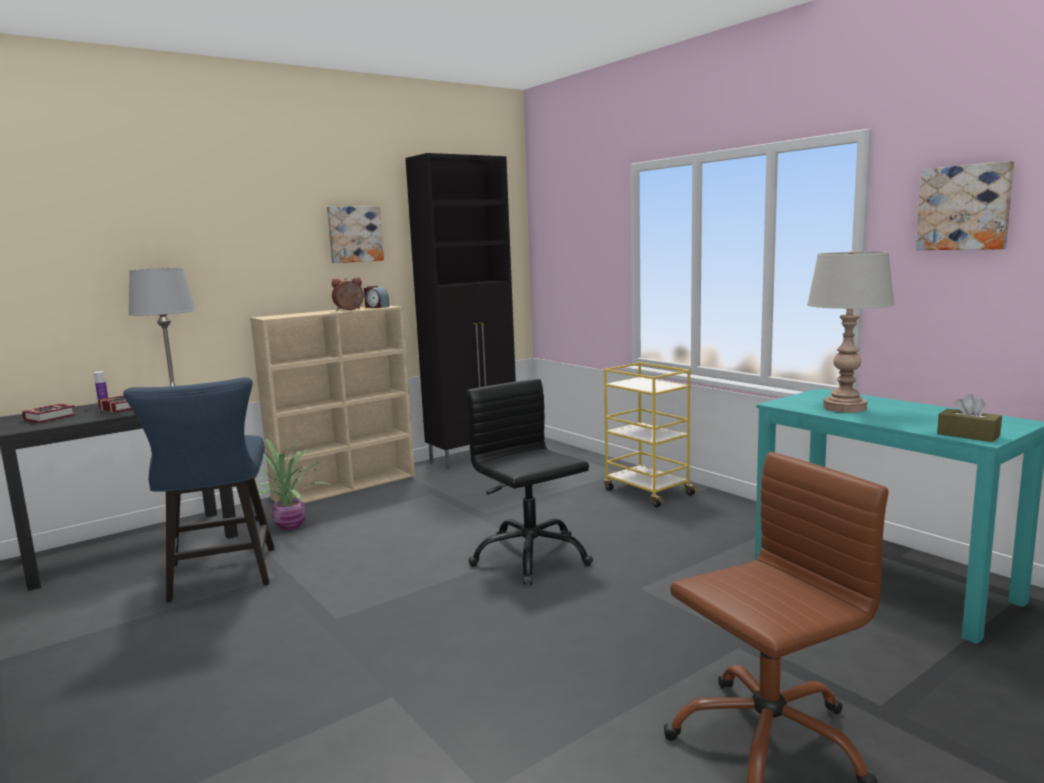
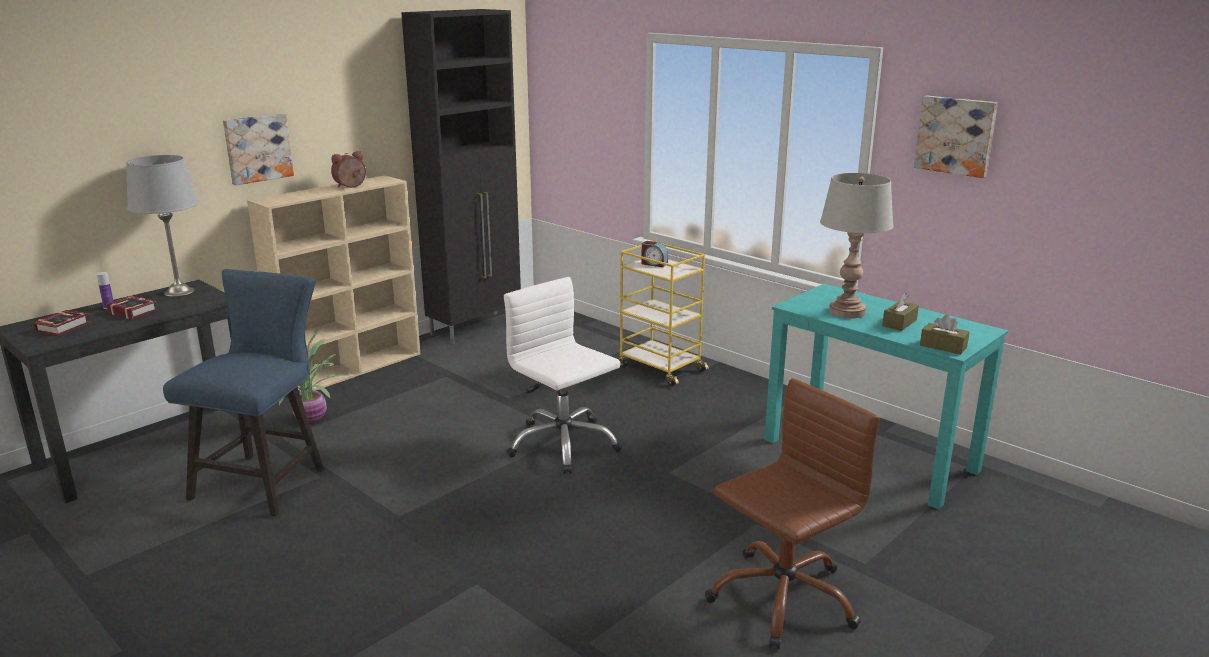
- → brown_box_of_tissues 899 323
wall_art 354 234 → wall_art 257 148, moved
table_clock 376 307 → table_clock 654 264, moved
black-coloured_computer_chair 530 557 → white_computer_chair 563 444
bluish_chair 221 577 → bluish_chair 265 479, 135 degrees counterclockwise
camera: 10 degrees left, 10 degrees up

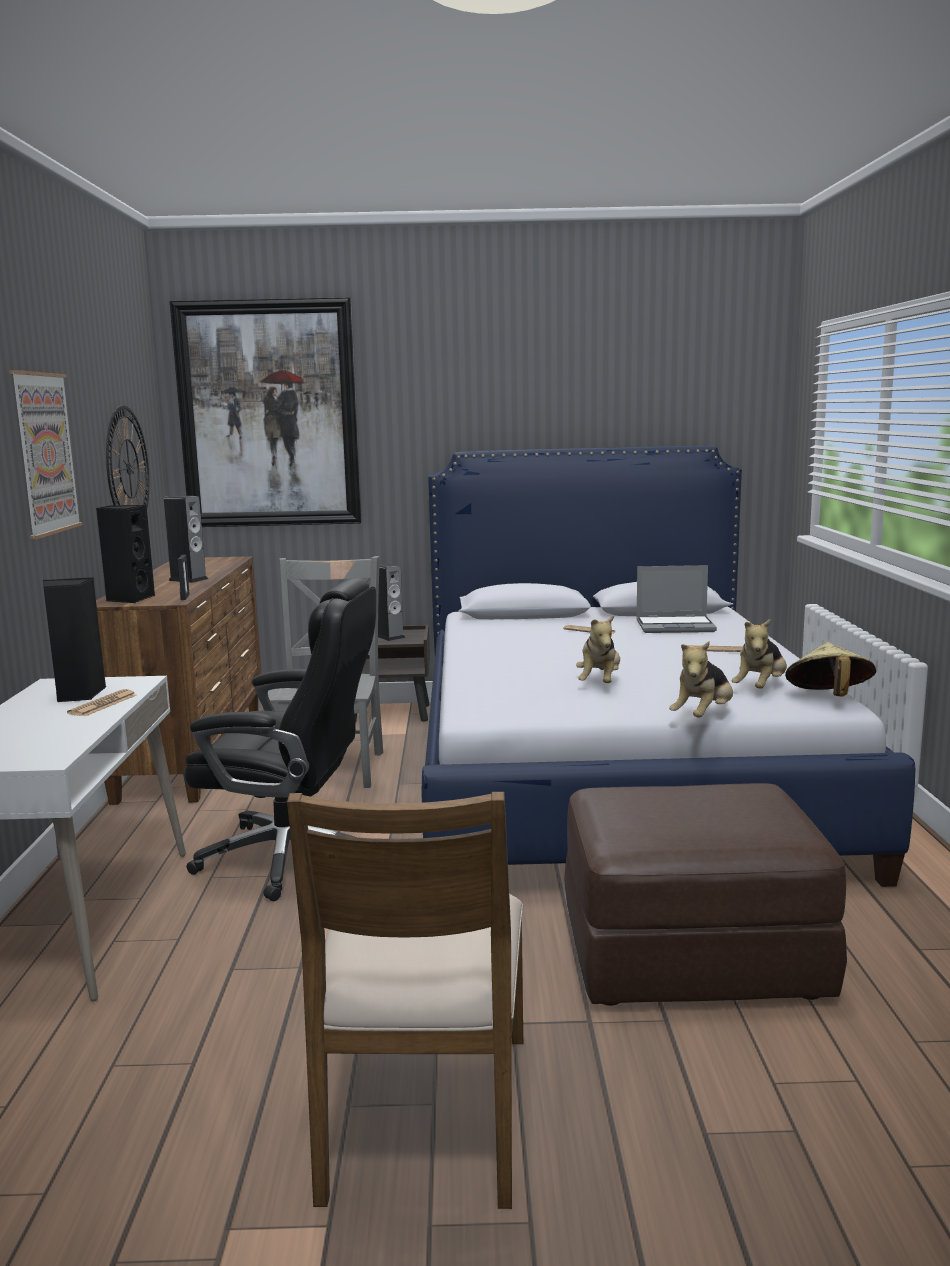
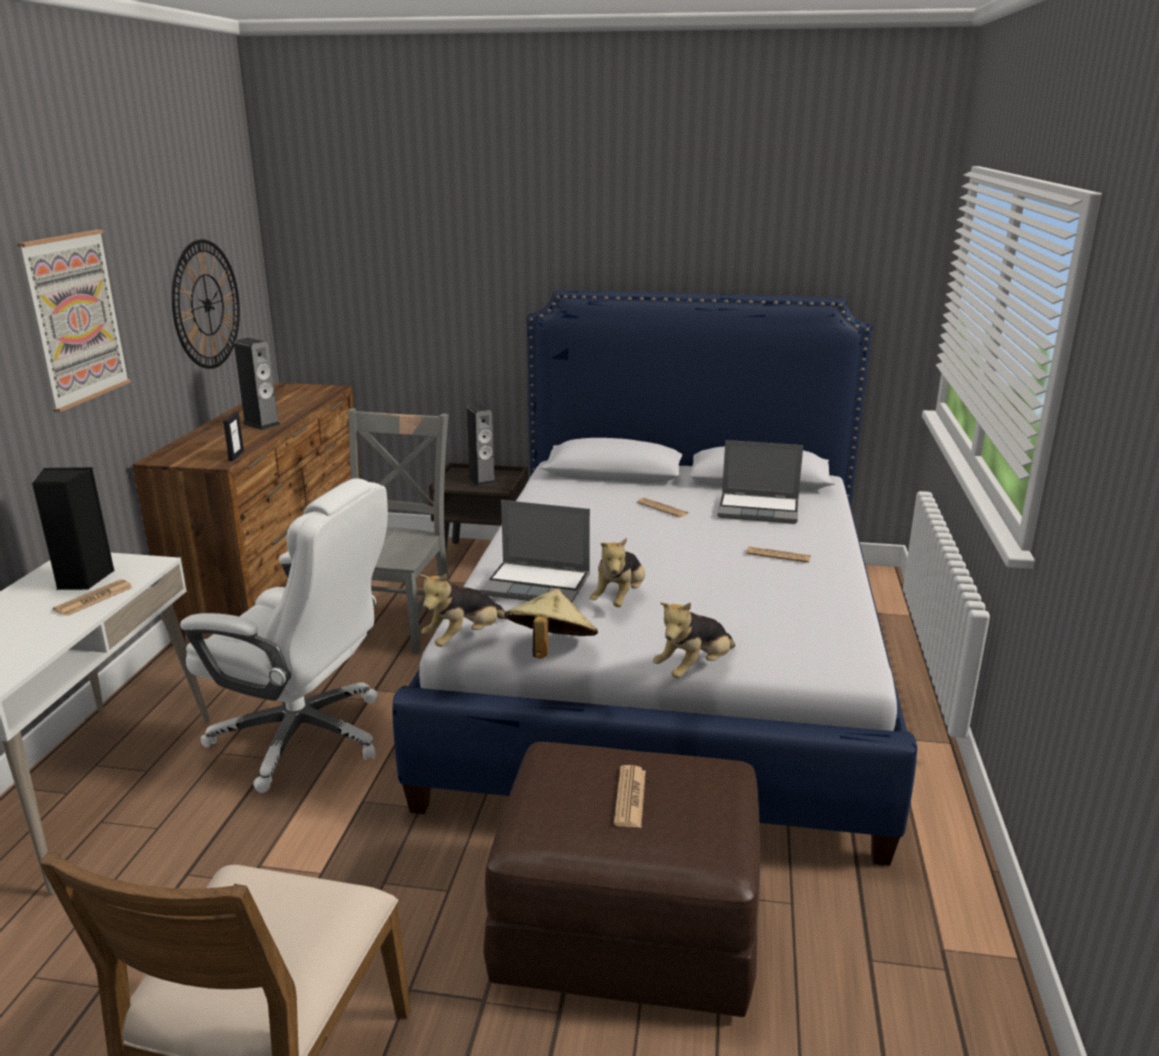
black-coloured_speaker 129 599 → -
wall_art 269 415 → -
- → portable_computer 538 585
- → printed_paper 630 797
plush_toy 760 688 → plush_toy 464 638, moved
beige-coloured_wearable_hat 828 698 → beige-coloured_wearable_hat 550 650, moved
black-coloured_computer_chair 292 857 → white_computer_chair 304 737
camera: 10 degrees right, 10 degrees up

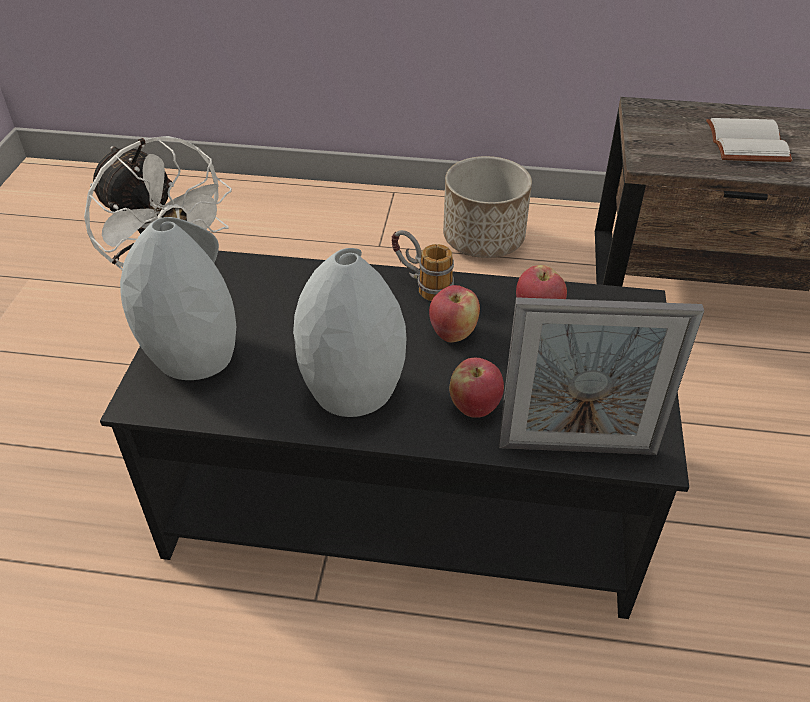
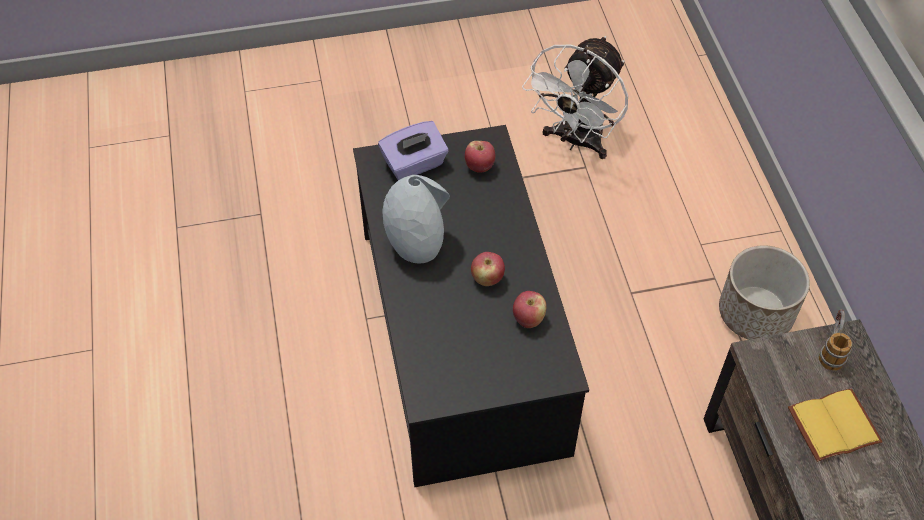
picture_frame 577 448 → -
mug 421 285 → mug 831 350, moved
whole_apple 474 407 → whole_apple 480 167, moved
greyish_decorative_vase 193 354 → purple_box_of_tissues 414 164
white_volume 743 142 → yellow-coloured_volume 833 423
camera: 70 degrees right, 10 degrees up

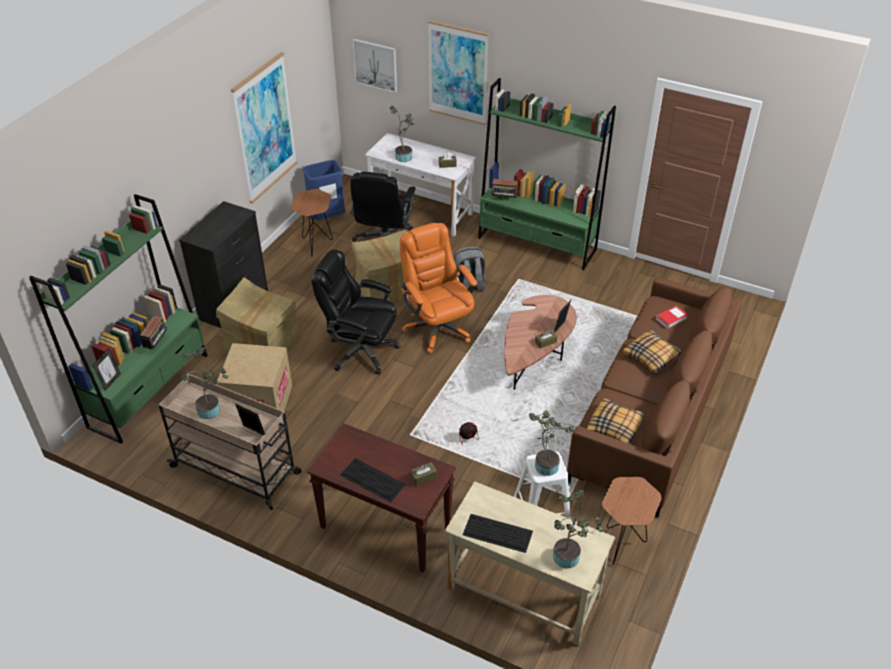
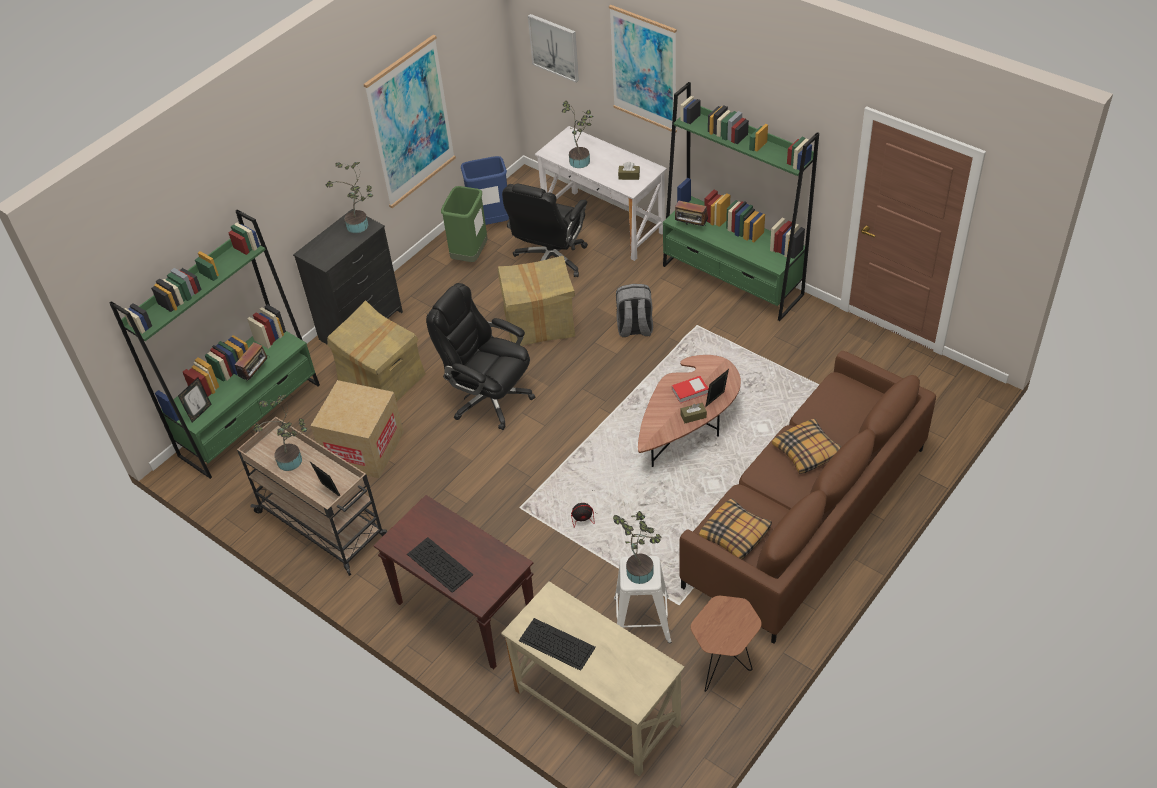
orange-coloured_computer_chair 437 327 → -
brown_box_of_tissues 423 477 → -
plant_in_a_pot 569 557 → plant_in_a_pot 360 226, moved
volume 671 319 → volume 690 391, moved
brown_accent_table 316 243 → greenish_waste_bin 470 255
camera: 15 degrees right, 5 degrees up

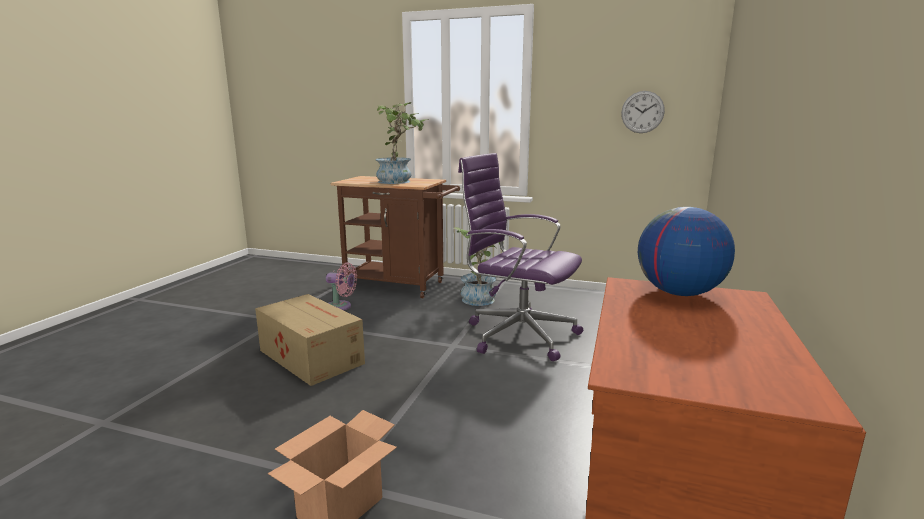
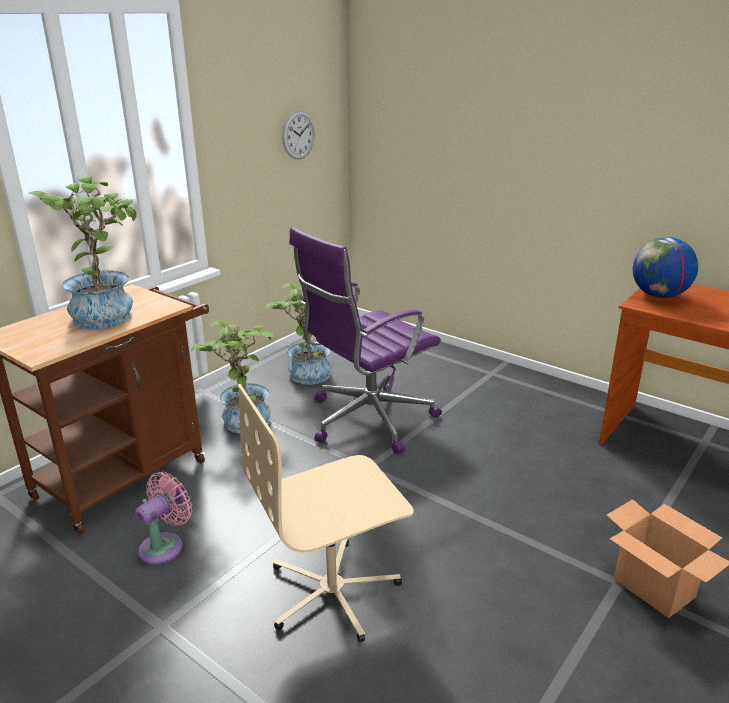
- → plant_in_a_pot 306 372
packing_box 311 356 → beige-coloured_computer_chair 333 592
camera: 70 degrees left, 10 degrees up

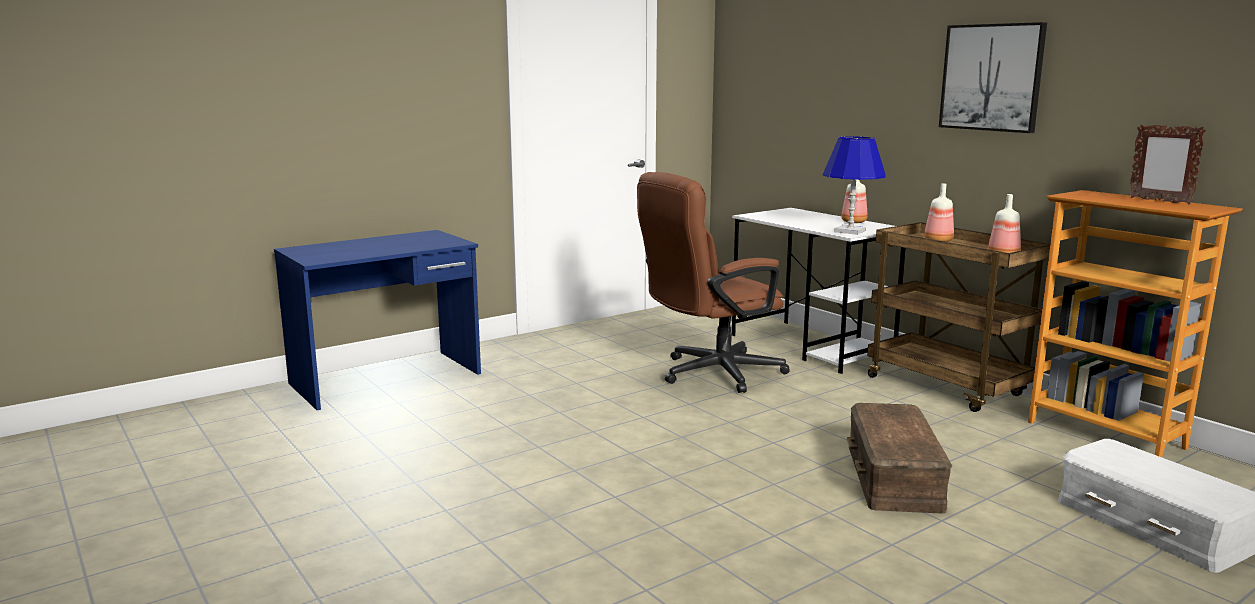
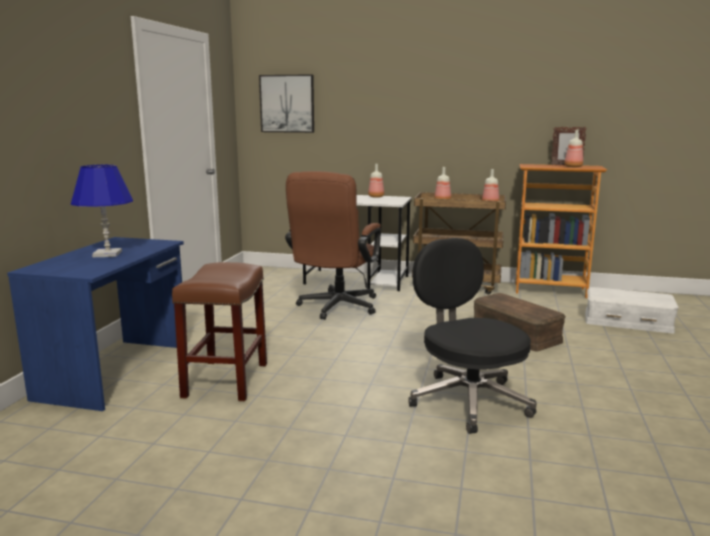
- → brown_stool_seat 226 380
- → black-coloured_computer_chair 468 400
- → drink_bottle 572 167
bluish_lamp_for_a_table 850 231 → bluish_lamp_for_a_table 108 254, moved
wall_art 992 77 → wall_art 287 103, moved
camera: 40 degrees left, 0 degrees up

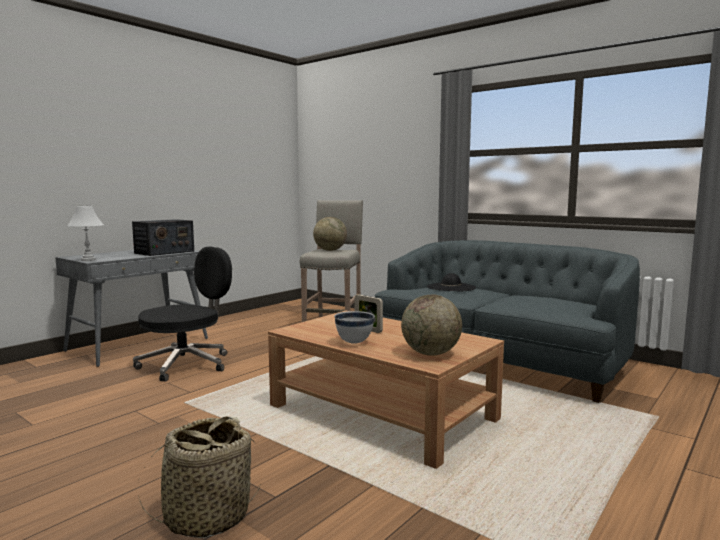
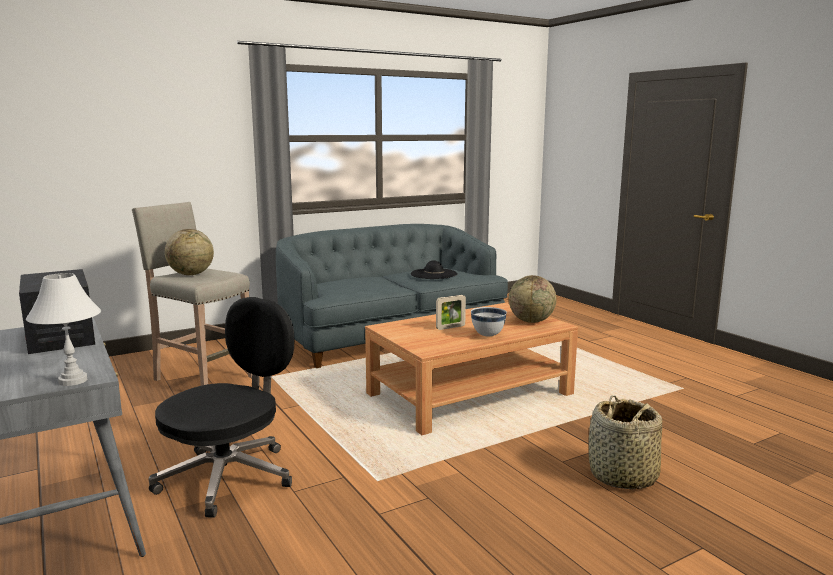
black-coloured_wearable_hat 451 287 → black-coloured_wearable_hat 434 274, moved
black-coloured_computer_chair 187 364 → black-coloured_computer_chair 229 476, 60 degrees clockwise
camera: 70 degrees left, 5 degrees up

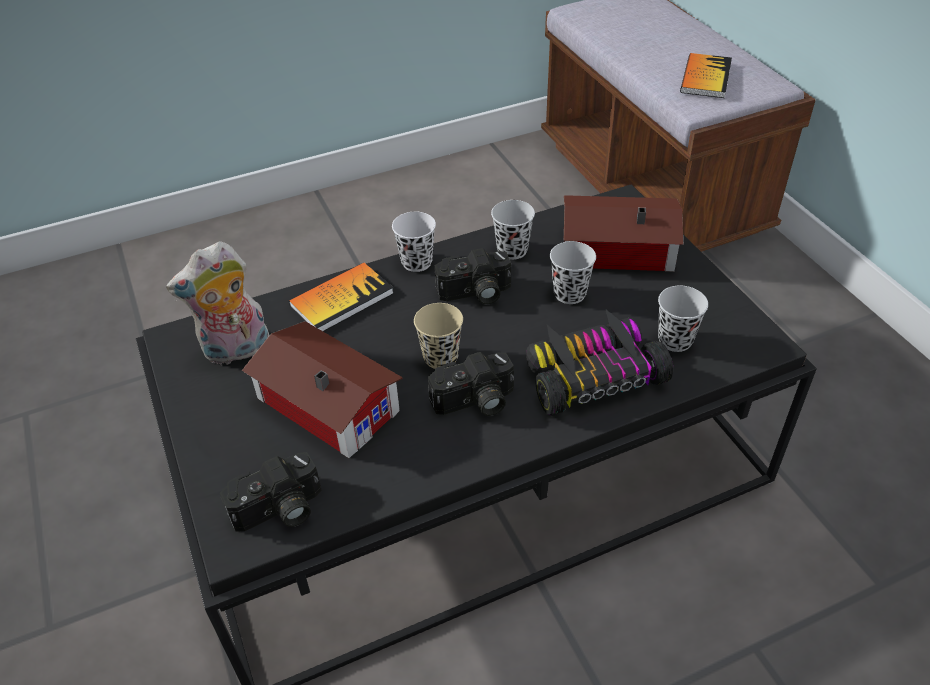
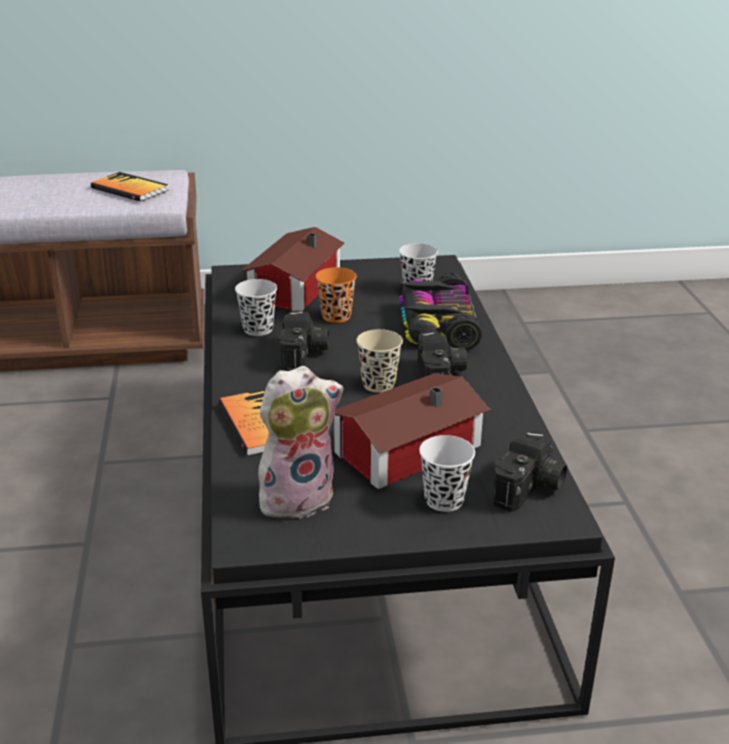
white_drinking_cup 417 262 → white_drinking_cup 444 500, moved
black-coloured_drinking_cup 569 294 → orange-coloured_drinking_cup 336 316
plush_toy 236 351 → plush_toy 297 497, 105 degrees counterclockwise
still_camera 279 511 → still_camera 530 489, 45 degrees clockwise
camera: 75 degrees left, 15 degrees down

